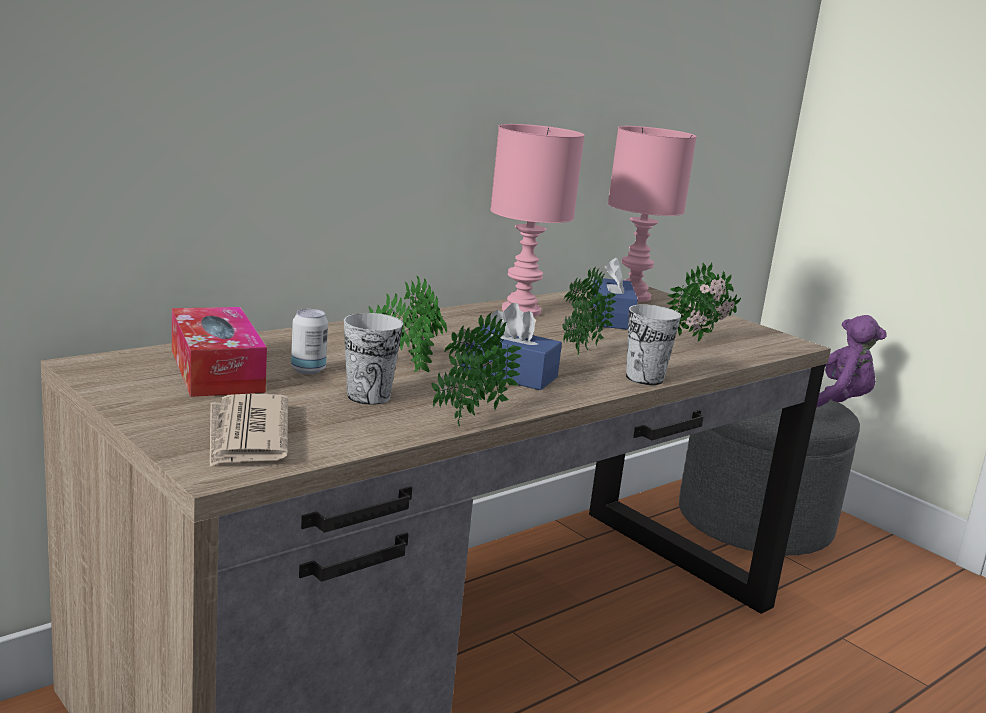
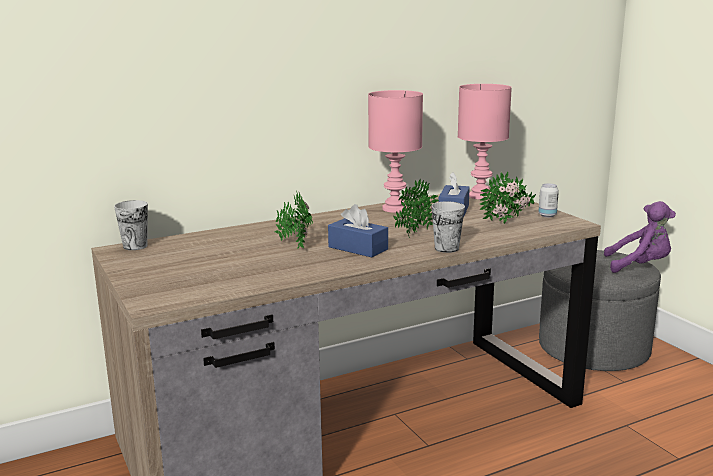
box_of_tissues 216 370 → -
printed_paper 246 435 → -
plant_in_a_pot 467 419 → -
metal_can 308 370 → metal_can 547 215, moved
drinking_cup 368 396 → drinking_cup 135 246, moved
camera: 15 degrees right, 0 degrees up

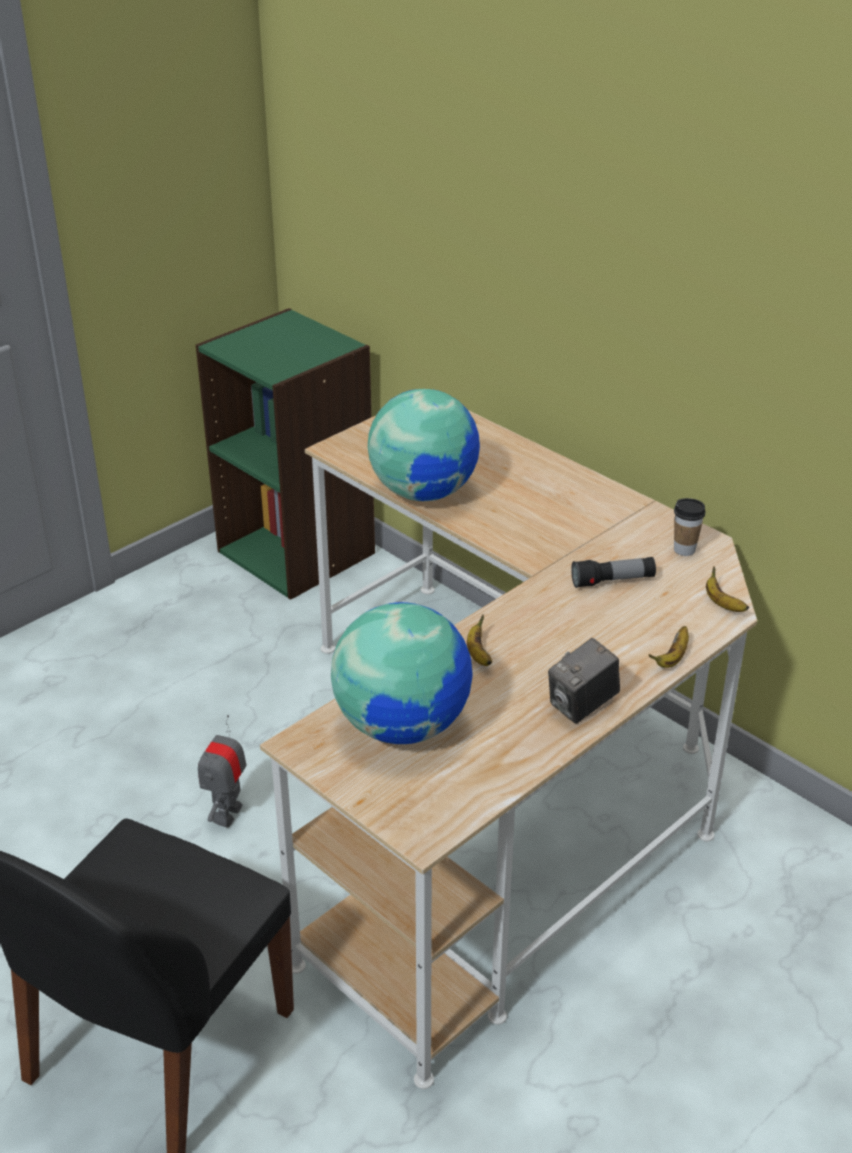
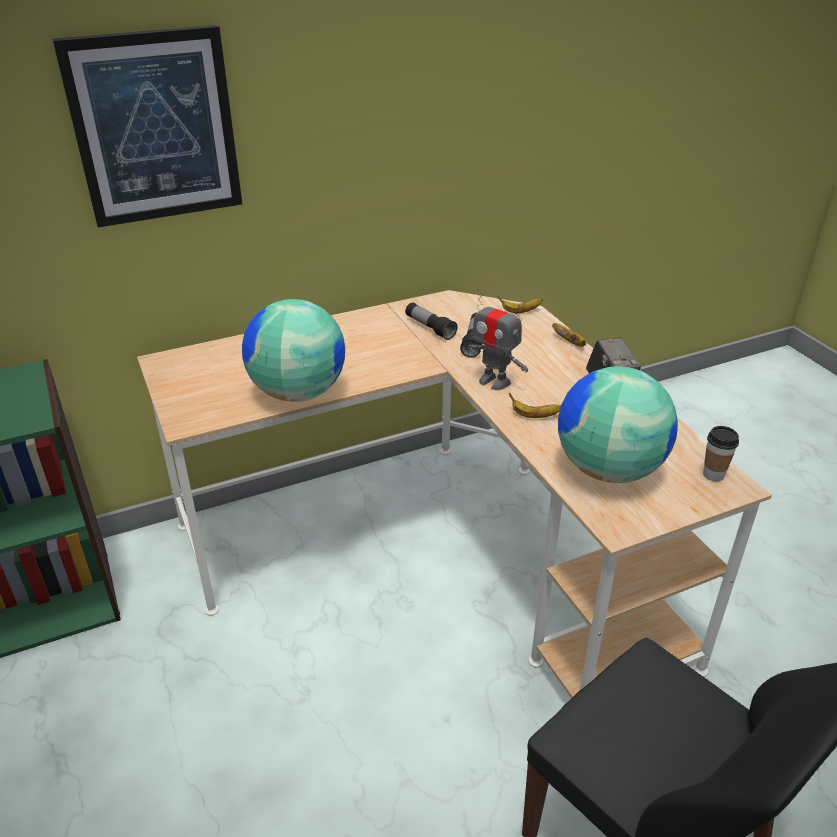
- → wall_art 155 127
- → flashlight 430 328
toy_robot 227 813 → toy_robot 494 381, moved
drinking_cup 684 550 → drinking_cup 713 474, moved
camera: 70 degrees left, 0 degrees up

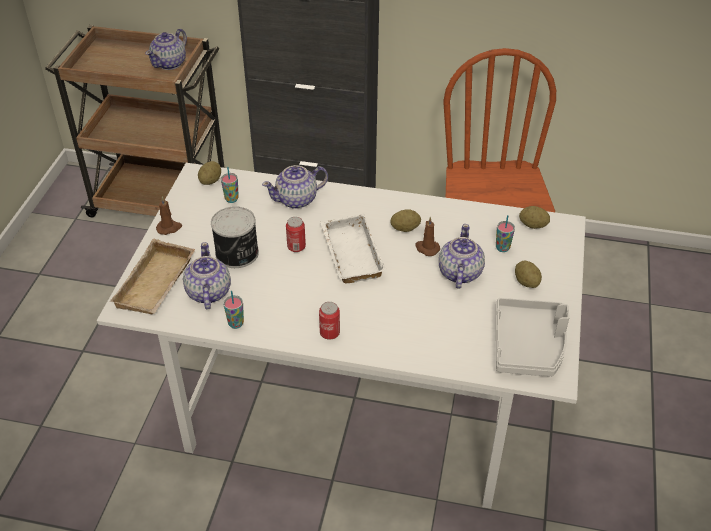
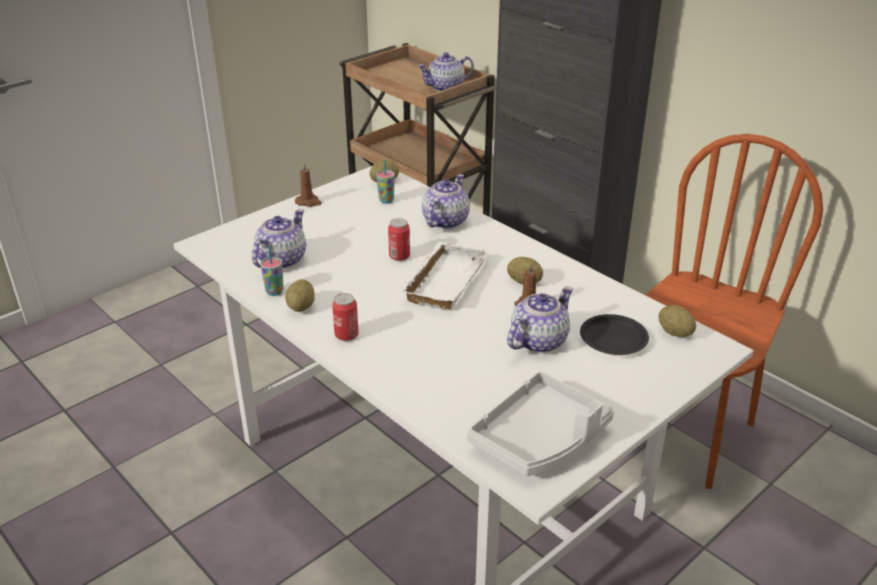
beige-coloured_serving_tray 157 285 → -
metal_can 237 254 → -
whole_potato 526 282 → whole_potato 301 307, moved
drinking_cup 502 248 → black-coloured_plate 613 339
pot_for_tea 297 200 → pot_for_tea 444 221, 105 degrees clockwise
camera: 35 degrees right, 10 degrees down

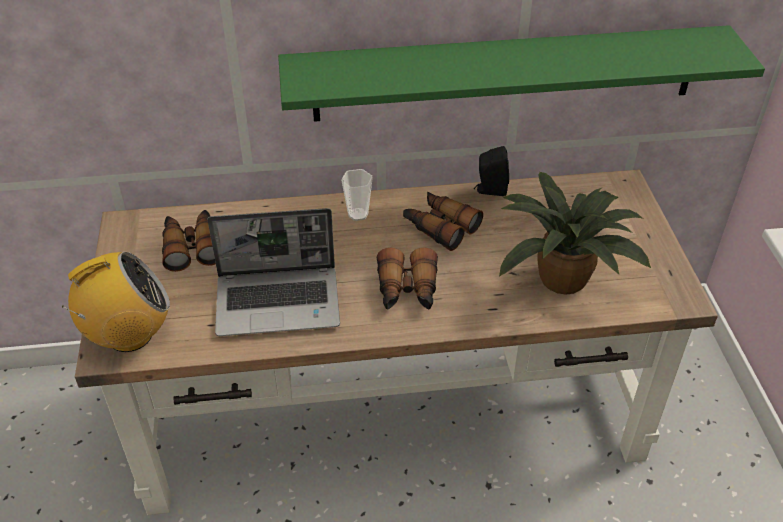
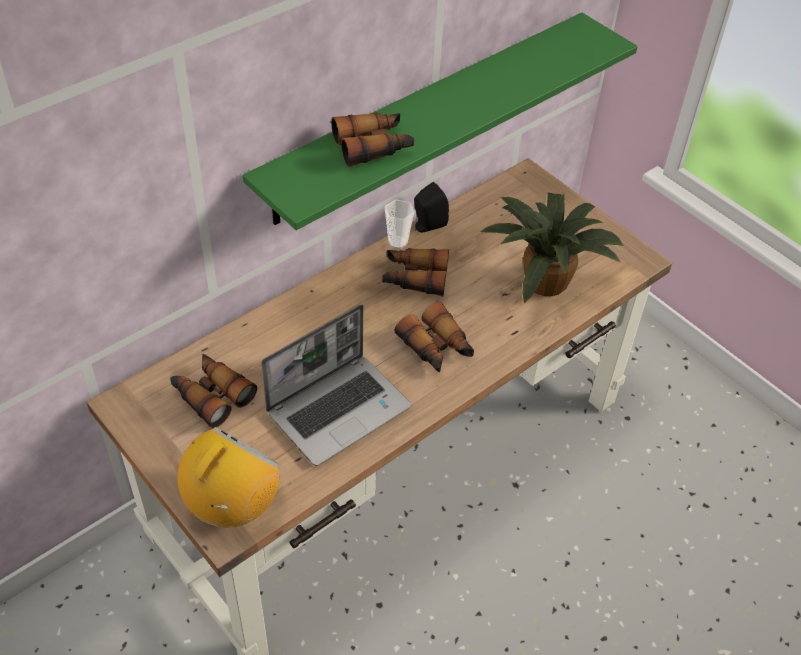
- → pair_of_binoculars 373 146
drinking_cup 358 214 → drinking_cup 397 242, moved
camera: 35 degrees left, 5 degrees up

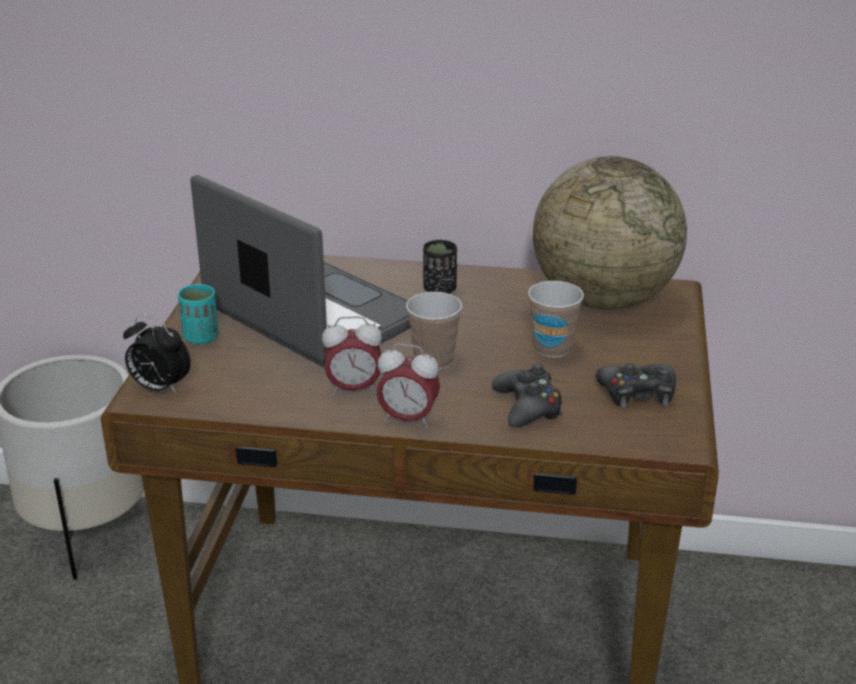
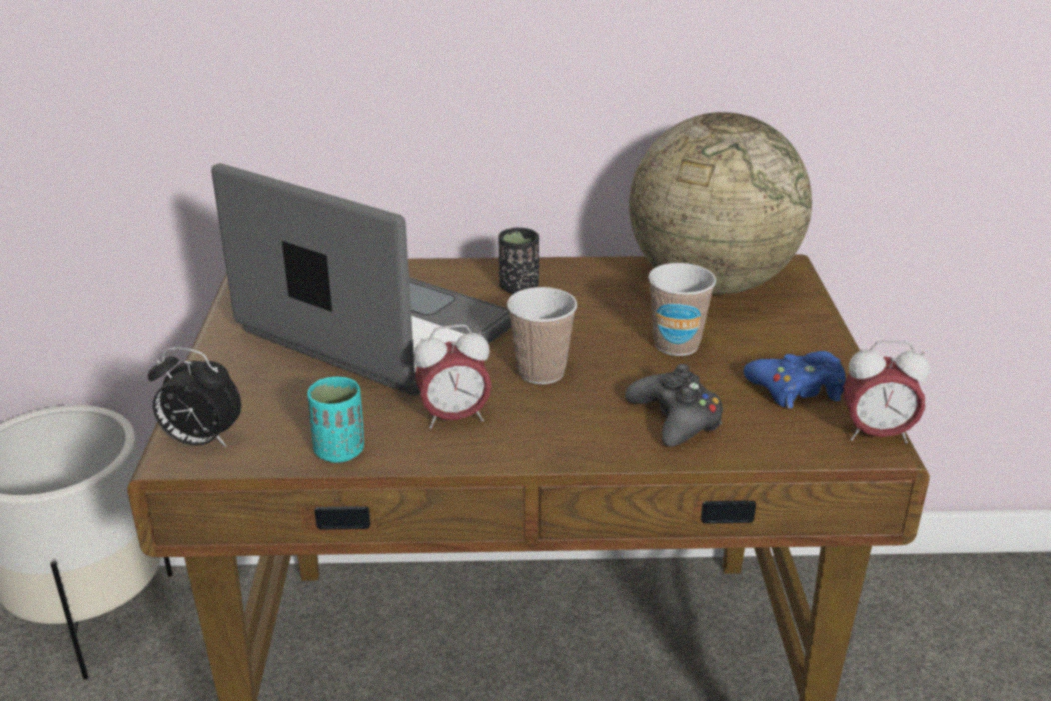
blue-green_drinking_cup 201 337 → blue-green_drinking_cup 339 451, moved
table_clock 408 419 → table_clock 876 435, moved
black-coloured_gamepad 637 393 → bluish_gamepad 797 389
camera: 10 degrees left, 0 degrees up

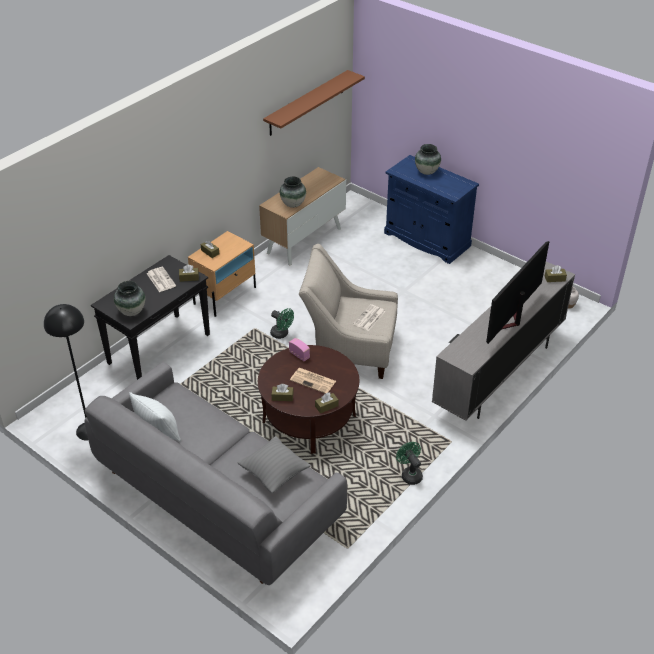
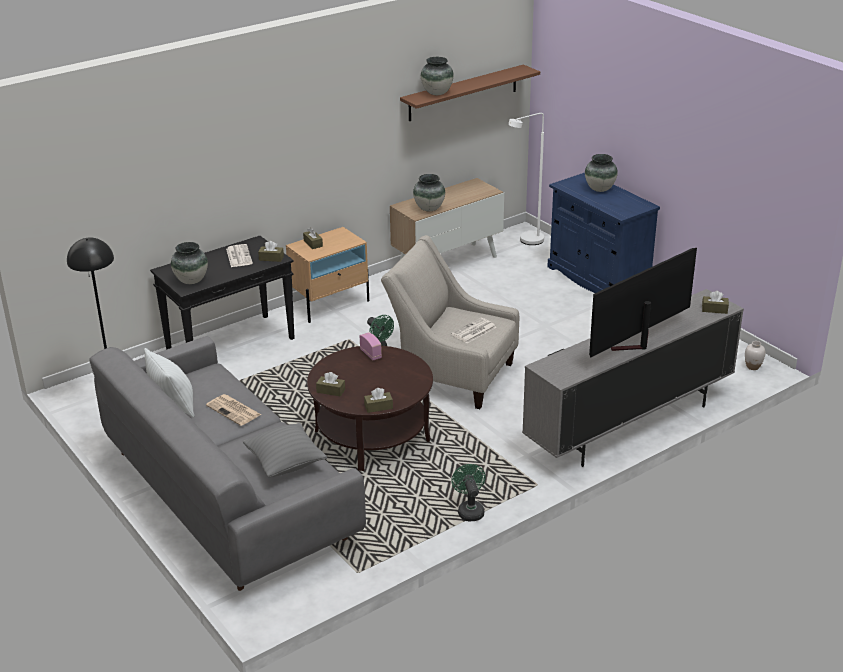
- → decorative_vase 437 93
- → white_standing_lamp 526 242
printed_paper 313 381 → printed_paper 234 410, moved
camera: 15 degrees right, 10 degrees down

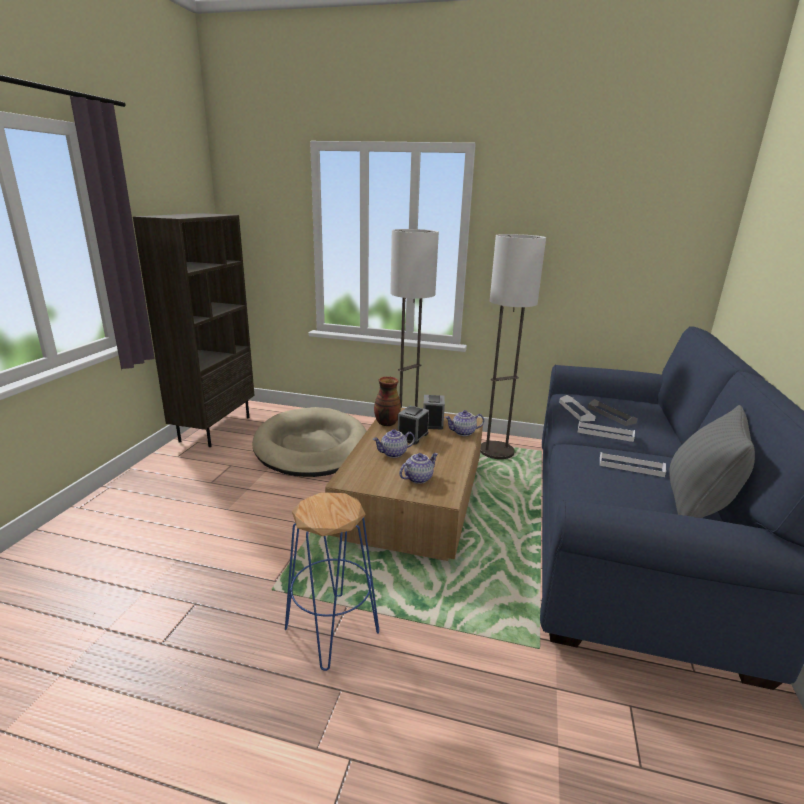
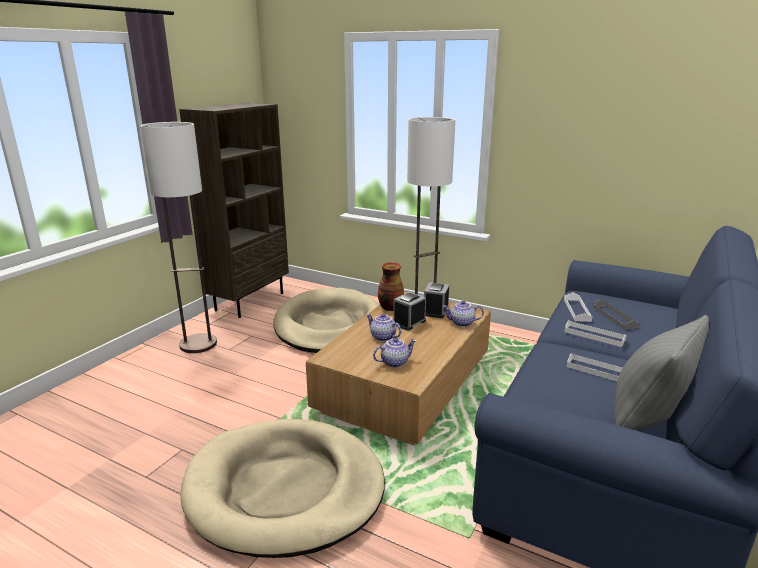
standing_lamp 496 451 → standing_lamp 198 344, moved
bluish_stool_seat 332 630 → beige-coloured_dog_bed 285 490
pot_for_tea 393 454 → pot_for_tea 382 337, 45 degrees clockwise
camera: 15 degrees right, 0 degrees up

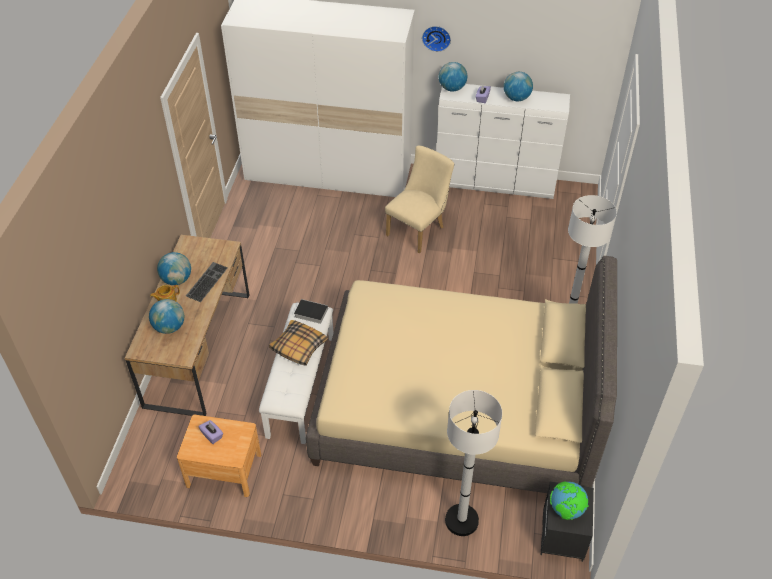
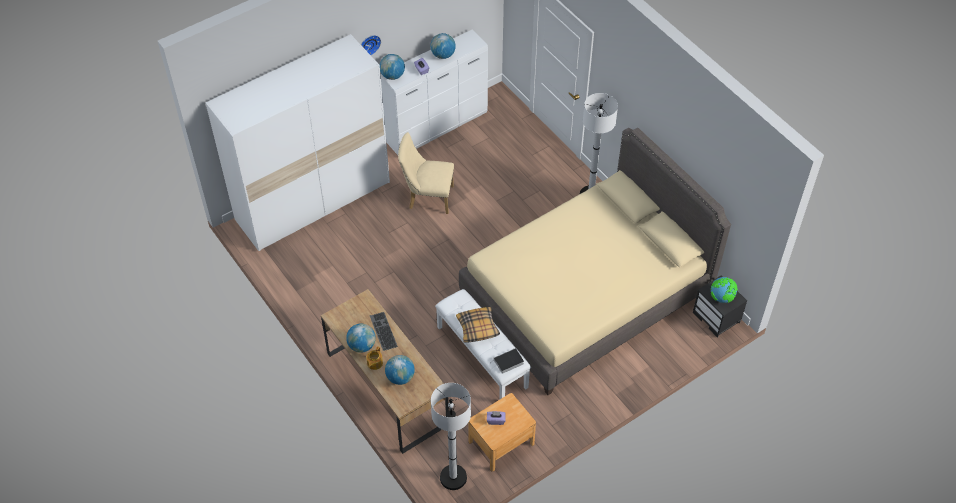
volume 310 312 → volume 508 362, moved
white_standing_lamp 461 520 → white_standing_lamp 453 477, moved
beige-coloured_chair 418 230 → beige-coloured_chair 427 197, 75 degrees counterclockwise
camera: 45 degrees left, 5 degrees up

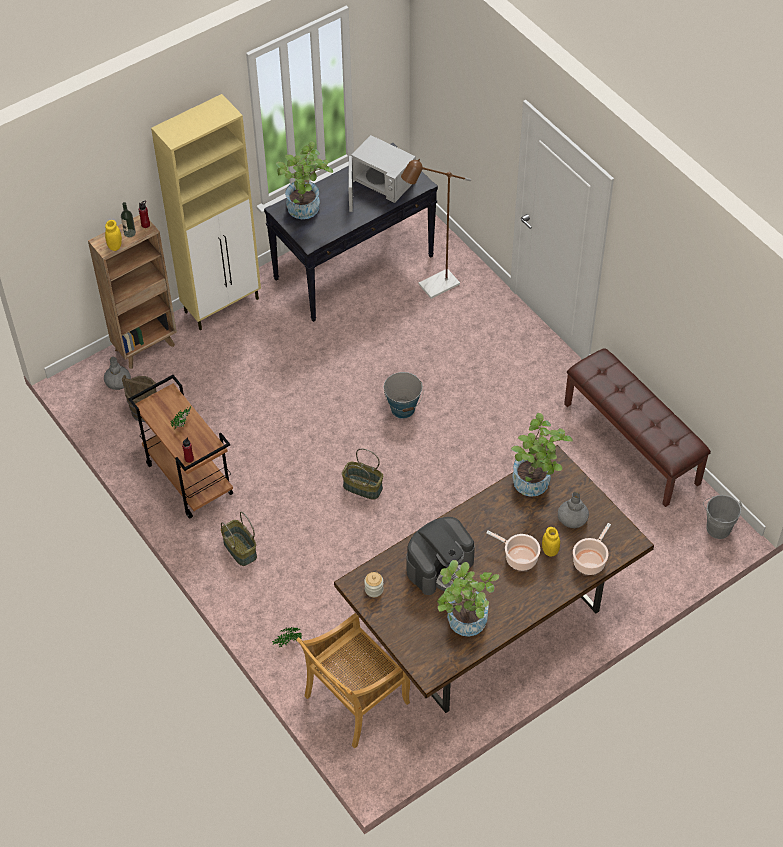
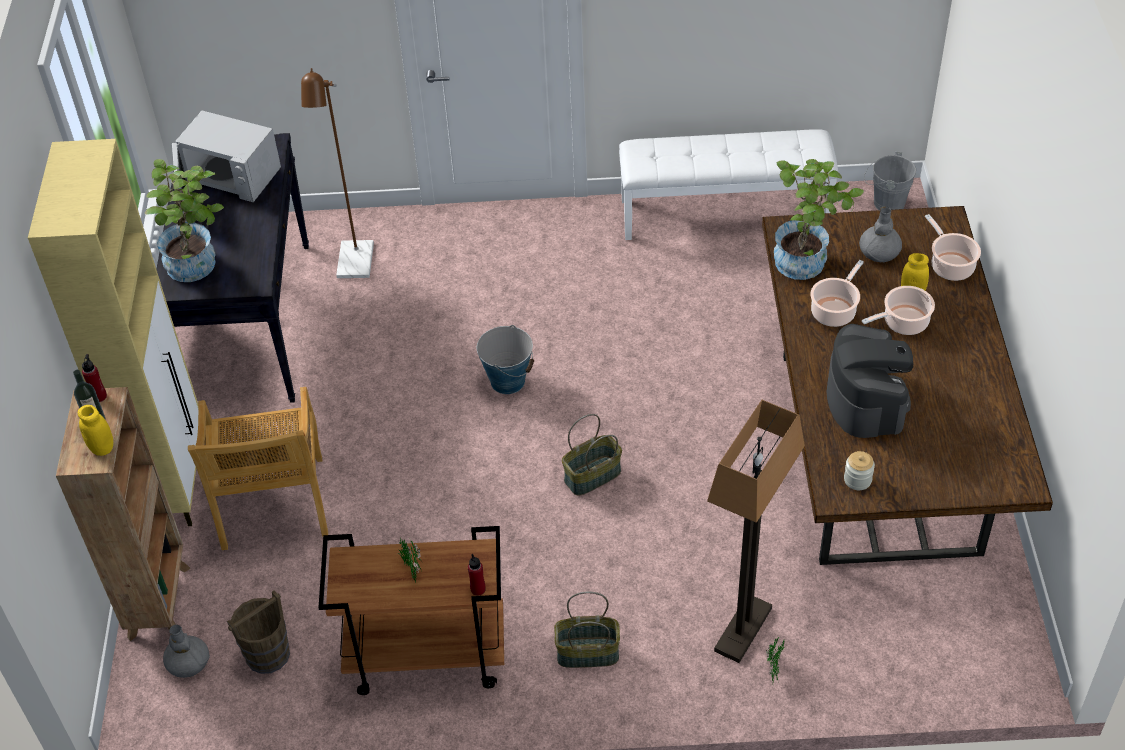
plant_in_a_pot 464 624 → -
- → standing_lamp 743 630
- → cooking_pot 834 311
beige-coloured_chair 355 701 → beige-coloured_chair 273 505, moved
brown_bench 632 443 → white_bench 725 213
white_microwave_oven 380 182 → white_microwave_oven 228 177, 45 degrees clockwise
camera: 55 degrees left, 5 degrees down

